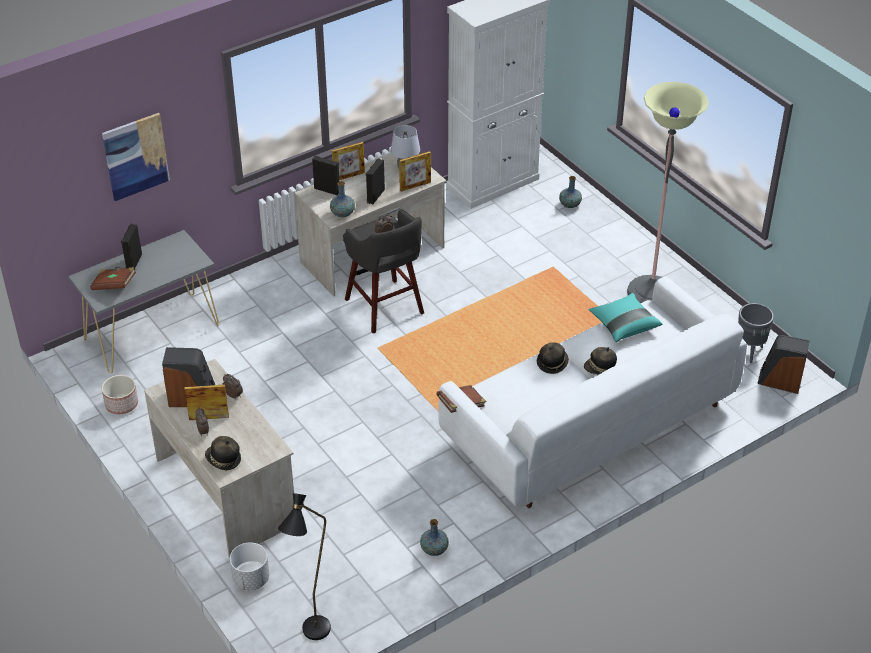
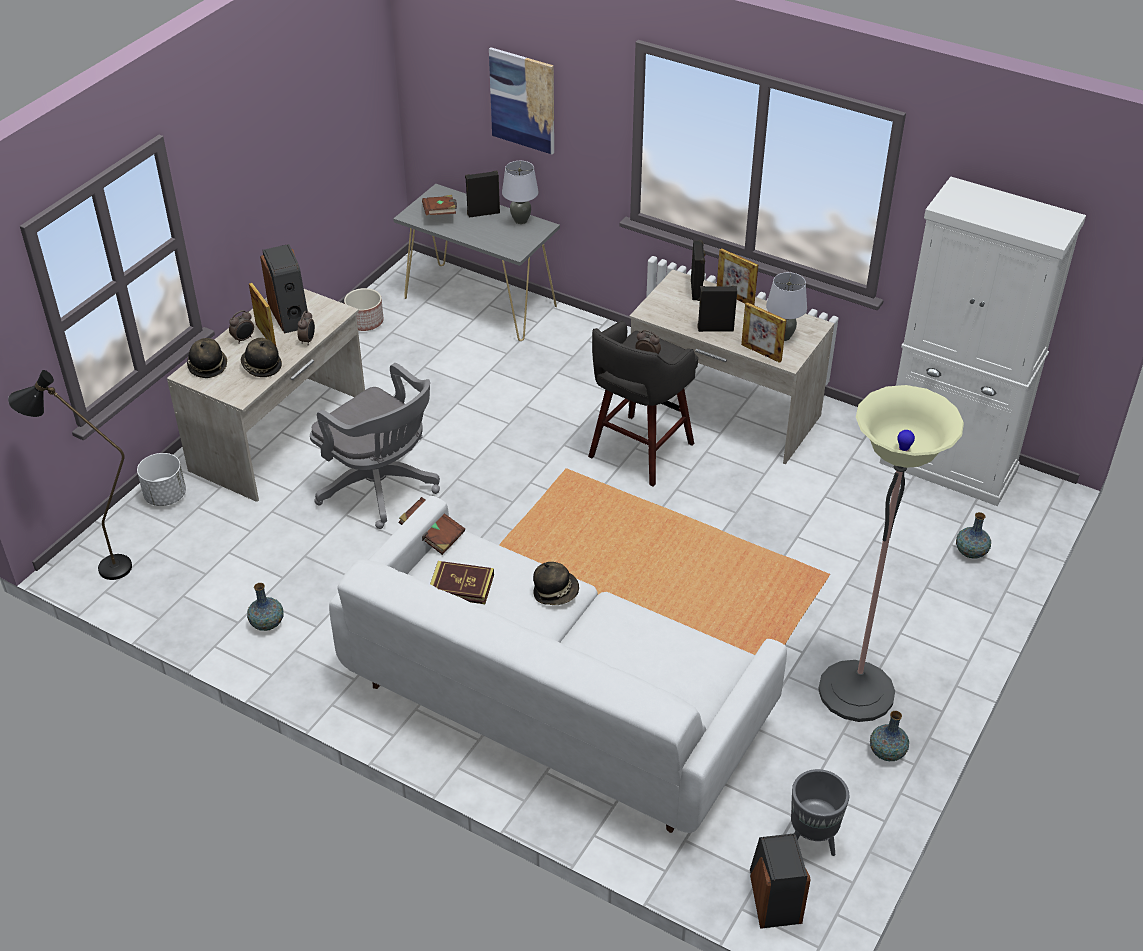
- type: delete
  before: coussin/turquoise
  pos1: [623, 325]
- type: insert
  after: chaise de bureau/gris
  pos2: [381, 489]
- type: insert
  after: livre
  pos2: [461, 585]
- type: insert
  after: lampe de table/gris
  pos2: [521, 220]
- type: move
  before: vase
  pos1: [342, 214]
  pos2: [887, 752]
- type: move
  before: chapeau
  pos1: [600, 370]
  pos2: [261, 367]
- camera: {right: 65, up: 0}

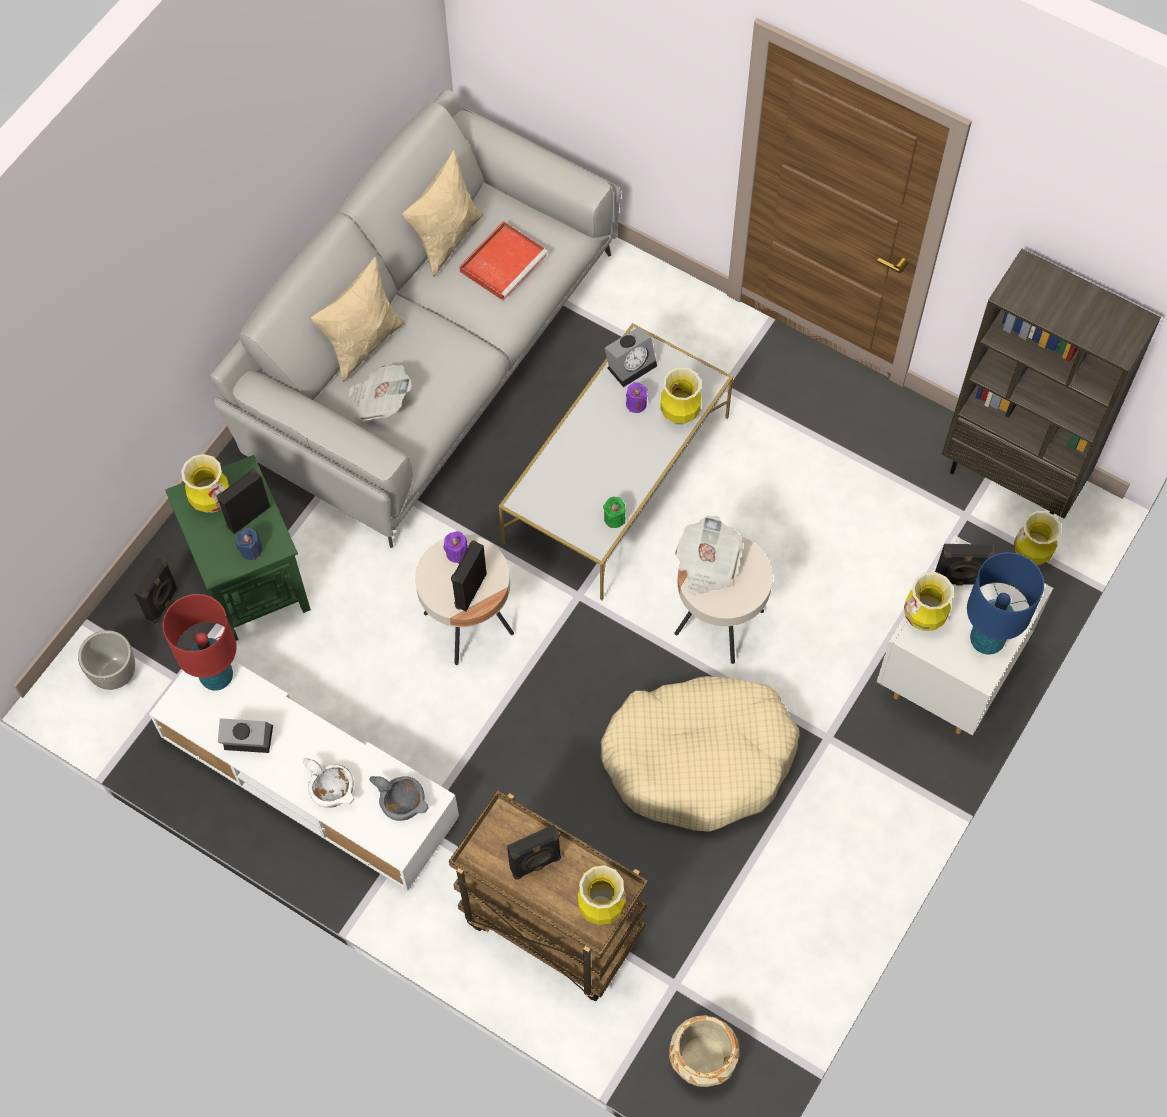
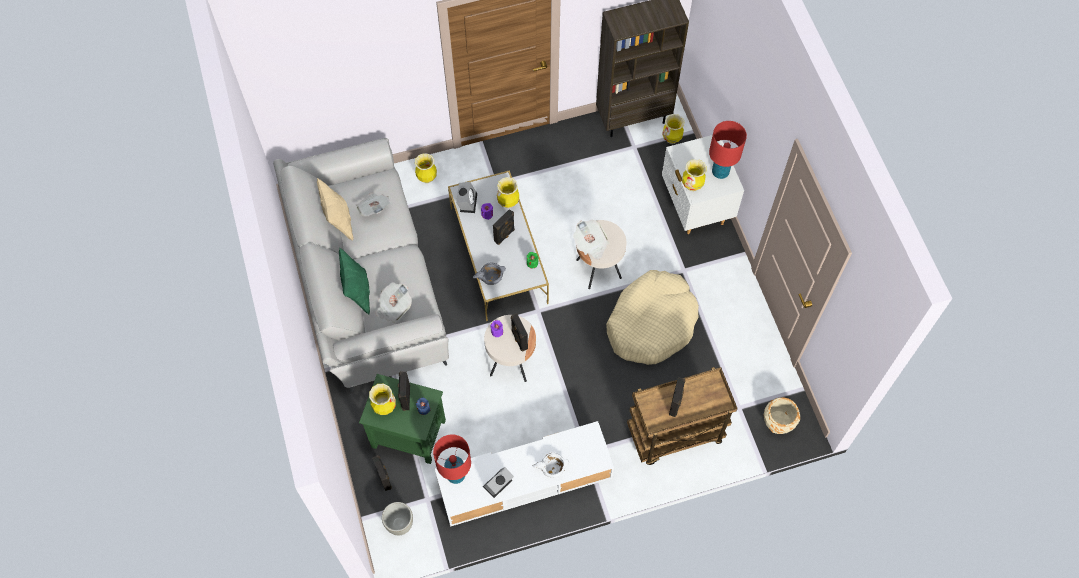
- type: move
  before: bol/gris
  pos1: [402, 802]
  pos2: [491, 277]
- type: move
  before: vase
  pos1: [601, 908]
  pos2: [427, 178]
- type: move
  before: enceinte/noir
  pos1: [958, 580]
  pos2: [504, 235]
- type: replace
  before: plateau/rouge
  after: journal
  pos1: [504, 261]
  pos2: [374, 208]
- type: recolor
  before: coussin/beige
  after: coussin/vert
  pos1: [363, 344]
  pos2: [358, 292]
- type: recolor
  before: lampe de table/bleu
  after: lampe de table/rouge
  pos1: [986, 640]
  pos2: [720, 172]
- camera: {right: -50, up: 0}

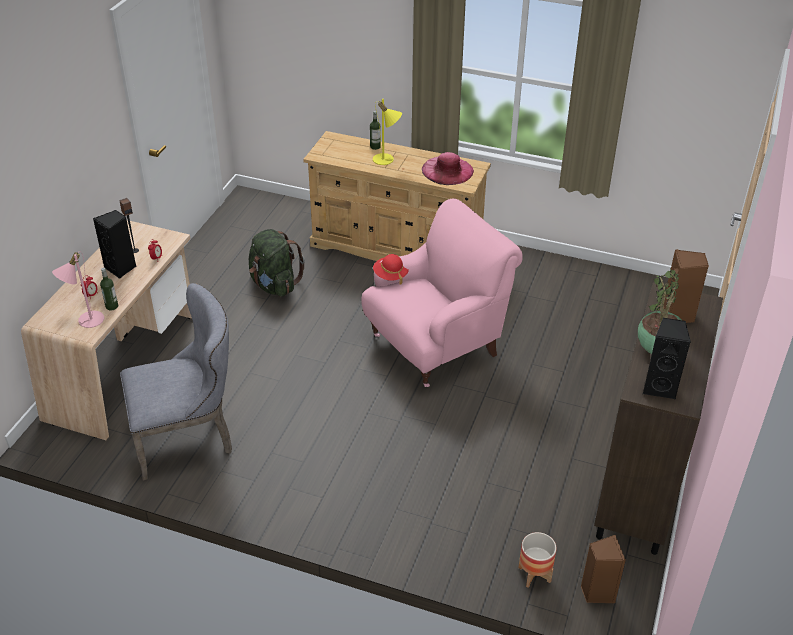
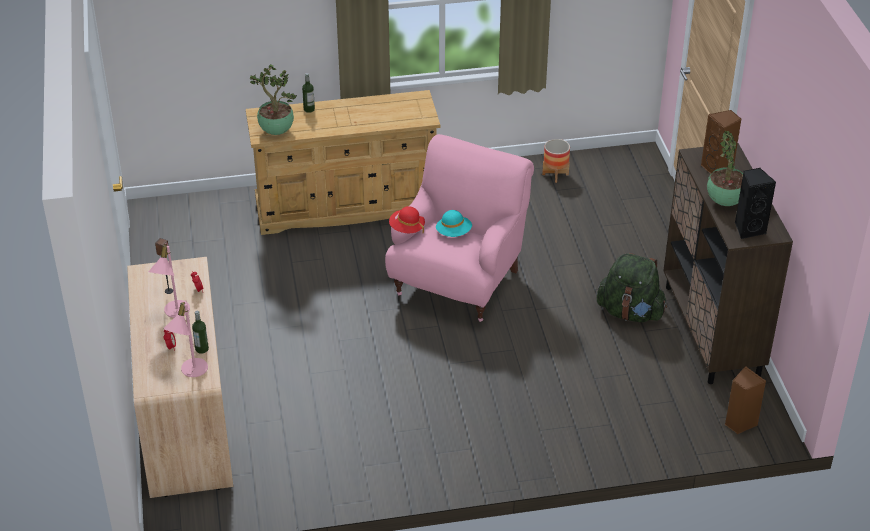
- type: delete
  before: chaise/gris
  pos1: [189, 437]
- type: delete
  before: lampe de table/jaune
  pos1: [387, 160]
- type: delete
  before: chapeau/rose
  pos1: [447, 170]
- type: insert
  after: plante en pot
  pos2: [275, 131]
- type: insert
  after: chapeau/turquoise
  pos2: [454, 233]
- type: move
  before: sac à dos/vert
  pos1: [274, 285]
  pos2: [630, 312]
- type: move
  before: cache-pot
  pos1: [534, 574]
  pos2: [555, 174]
- type: replace
  before: enceinte/noir
  after: lampe de table/rose
  pos1: [121, 268]
  pos2: [173, 312]
- camera: {right: -30, up: 0}

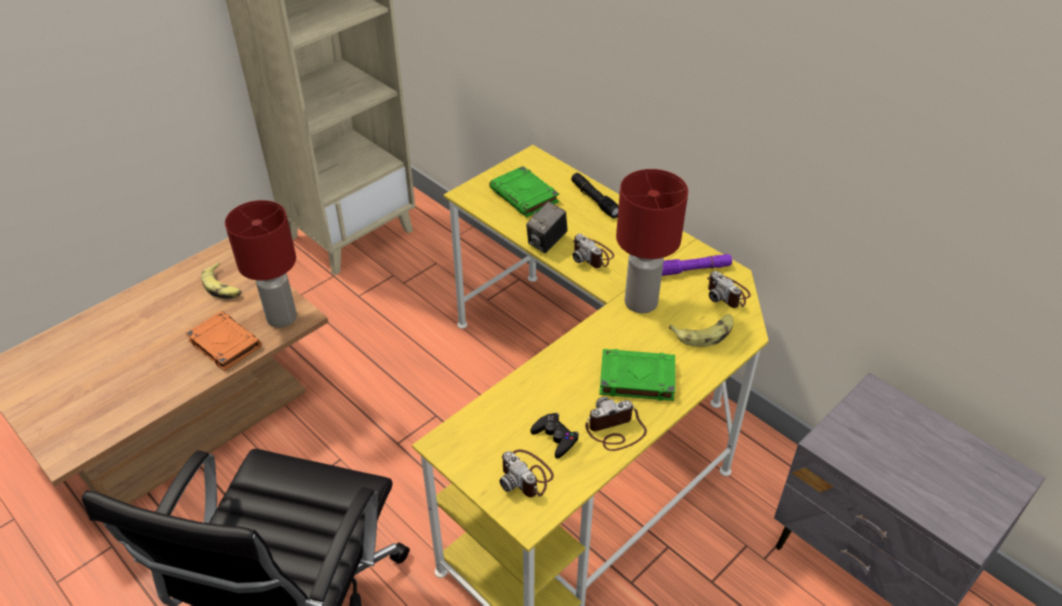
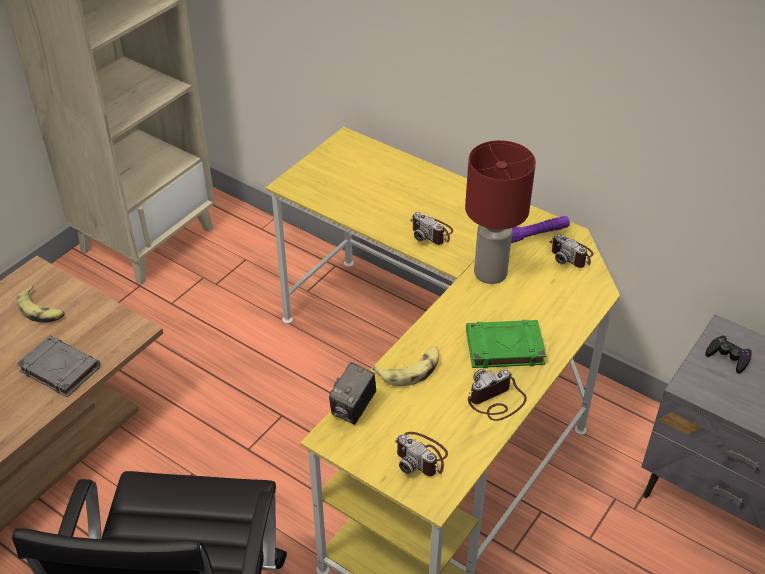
- type: delete
  before: lampe de table/rouge
  pos1: [282, 317]
- type: delete
  before: livre/vert
  pos1: [525, 196]
- type: delete
  before: lampe de poche/noir
  pos1: [594, 200]
- type: move
  before: appareil photo
  pos1: [547, 242]
  pos2: [353, 408]
- type: move
  before: manette/noir
  pos1: [555, 438]
  pos2: [728, 357]
- type: move
  before: banane
  pos1: [704, 333]
  pos2: [410, 370]
- type: recolor
  before: livre/orange
  after: livre/gris
  pos1: [224, 344]
  pos2: [59, 369]
- camera: {right: -10, up: 0}

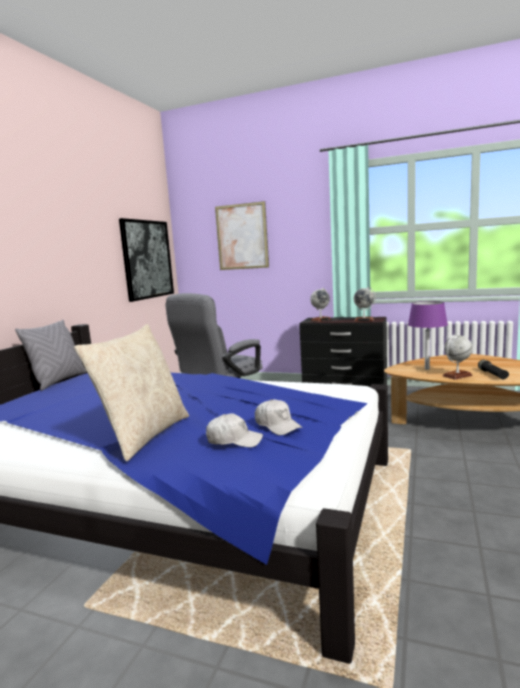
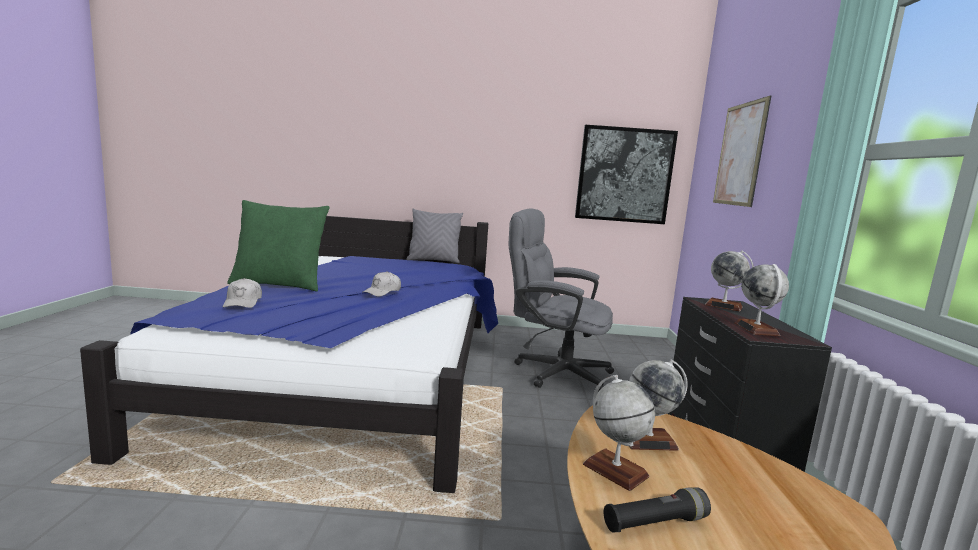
- type: move
  before: casquette/blanc
  pos1: [277, 425]
  pos2: [382, 292]
- type: replace
  before: lampe de table/violet
  after: globe
  pos1: [427, 369]
  pos2: [648, 440]
- type: recolor
  before: coussin/beige
  after: coussin/vert
  pos1: [144, 435]
  pos2: [279, 285]
- camera: {right: 70, up: 0}

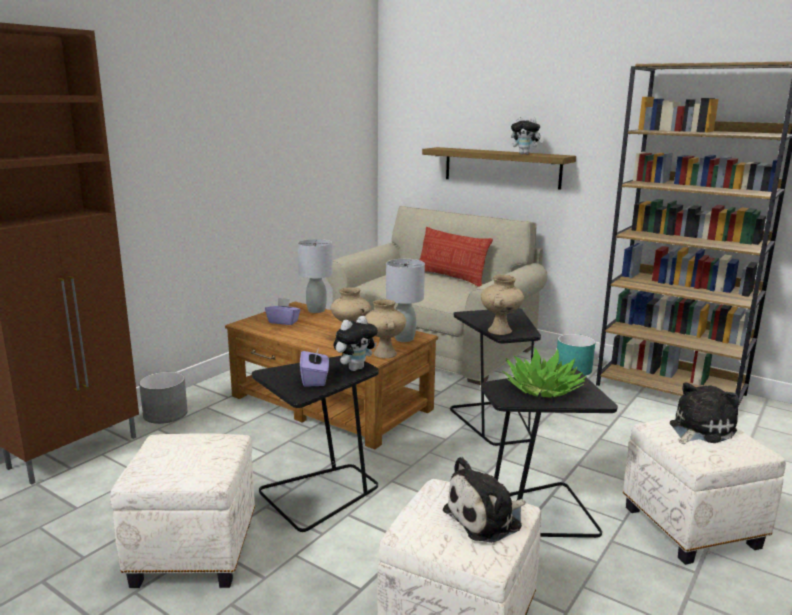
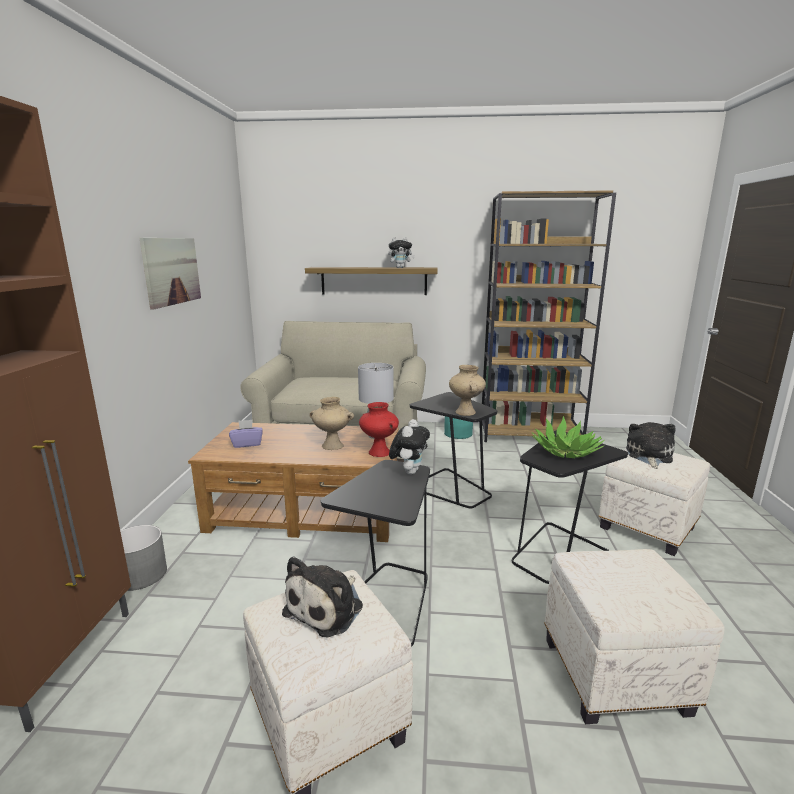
- type: delete
  before: lampe de table/gris
  pos1: [316, 310]
- type: delete
  before: boîte à mouchoirs/violet
  pos1: [315, 379]
- type: delete
  before: coussin
  pos1: [450, 277]
- type: insert
  after: tableau
  pos2: [172, 271]
- type: move
  before: peluche
  pos1: [486, 518]
  pos2: [327, 608]
- type: recolor
  before: vase/beige
  after: vase/rouge
  pos1: [384, 353]
  pos2: [378, 452]
- camera: {right: -30, up: 0}

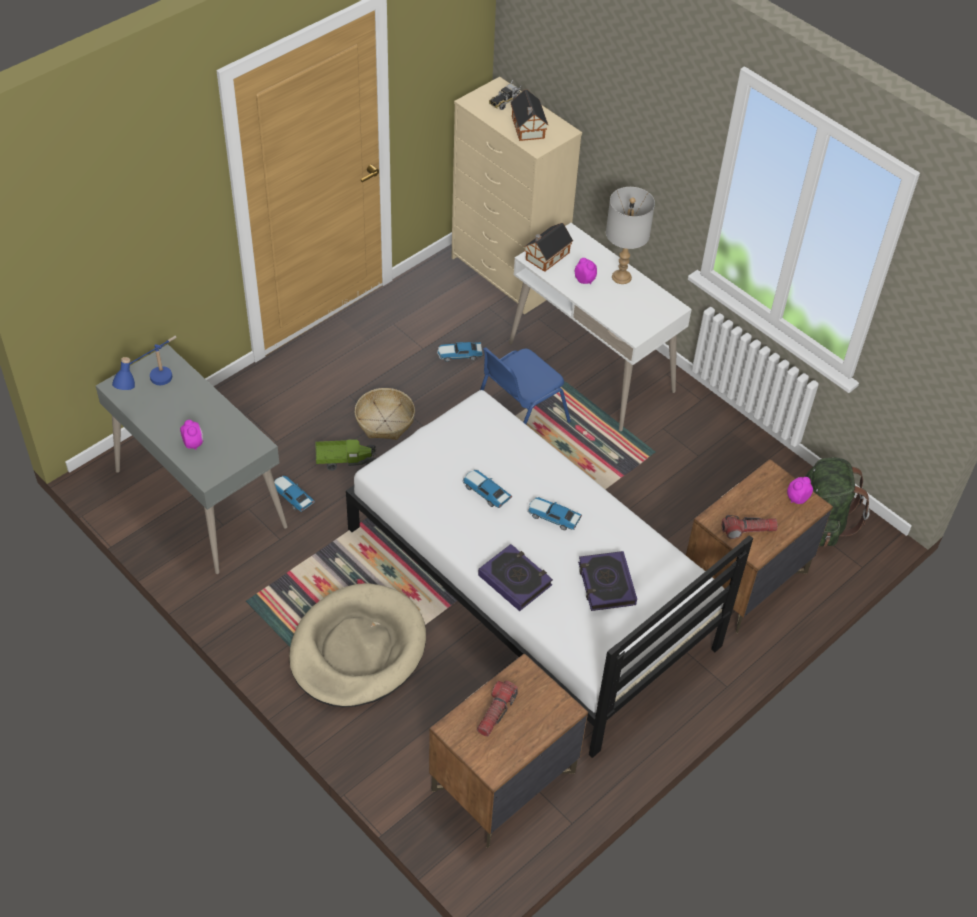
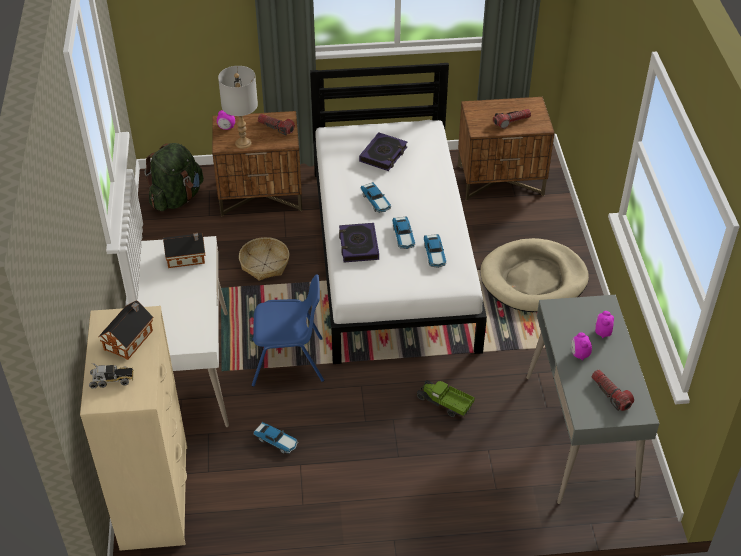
- type: move
  before: petite voiture
  pos1: [292, 496]
  pos2: [434, 255]
- type: move
  before: panier
  pos1: [384, 420]
  pos2: [264, 264]
- type: move
  before: livre
  pos1: [515, 580]
  pos2: [358, 245]
- type: move
  before: maison miniature
  pos1: [546, 257]
  pos2: [187, 257]
- type: move
  before: réveil
  pos1: [585, 280]
  pos2: [579, 354]
- type: move
  before: lampe de table/gris
  pos1: [621, 277]
  pos2: [243, 143]
- type: replace
  before: lampe de table/bleu
  after: lampe de poche
  pos1: [152, 388]
  pos2: [610, 394]
- camera: {right: -140, up: -5}

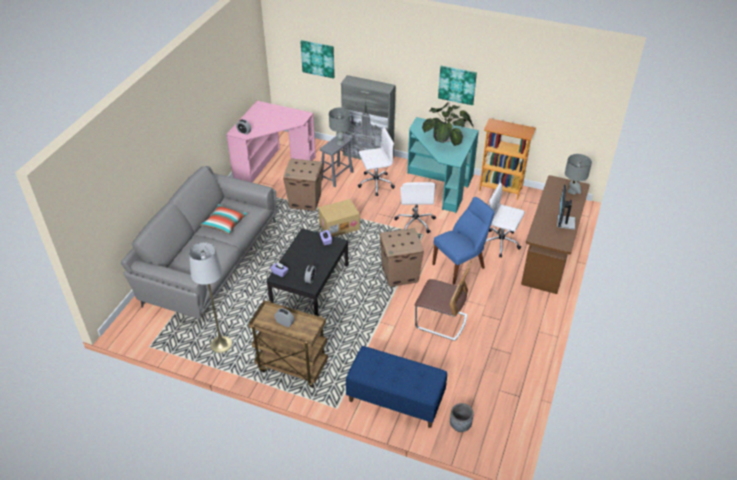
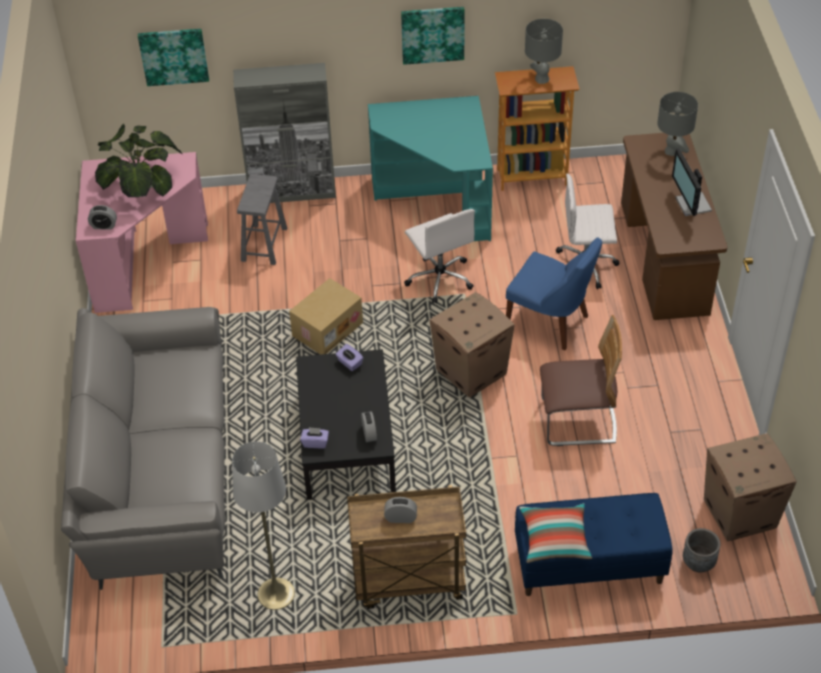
- type: delete
  before: chaise de bureau/blanc
  pos1: [375, 184]
- type: move
  before: coussin
  pos1: [224, 224]
  pos2: [555, 539]
- type: move
  before: carton
  pos1: [305, 201]
  pos2: [741, 513]
- type: move
  before: lampe de table/gris
  pos1: [340, 142]
  pos2: [541, 79]
- type: move
  before: plante en pot
  pos1: [446, 138]
  pos2: [141, 184]
- type: rotate
  before: chaise/bleu
  pos1: [460, 265]
  pos2: [550, 323]
  turn: 90
- camera: {right: -25, up: 5}

